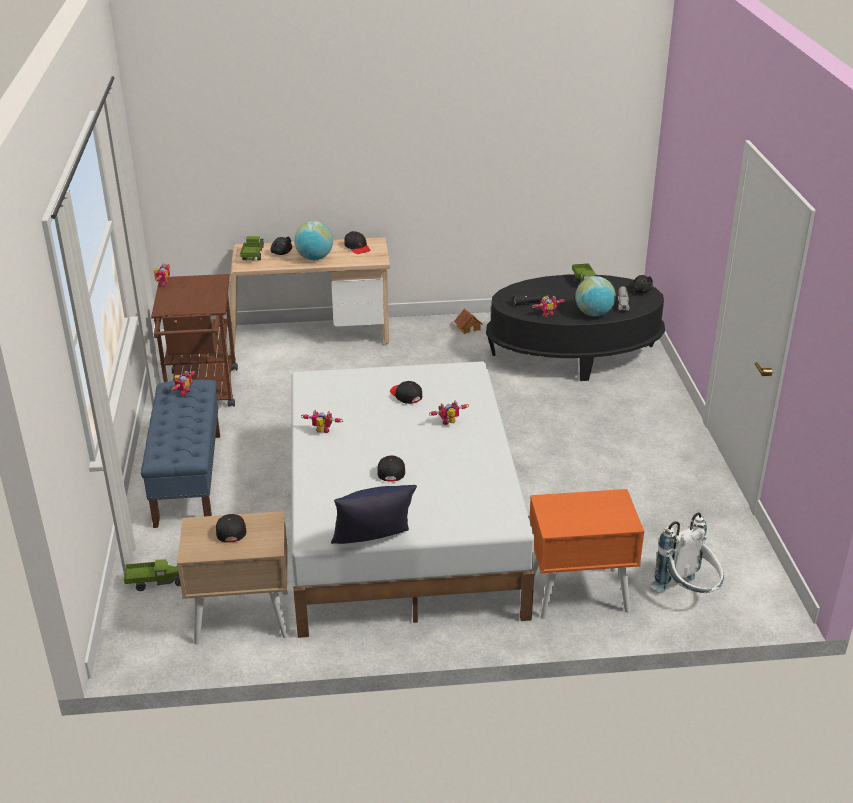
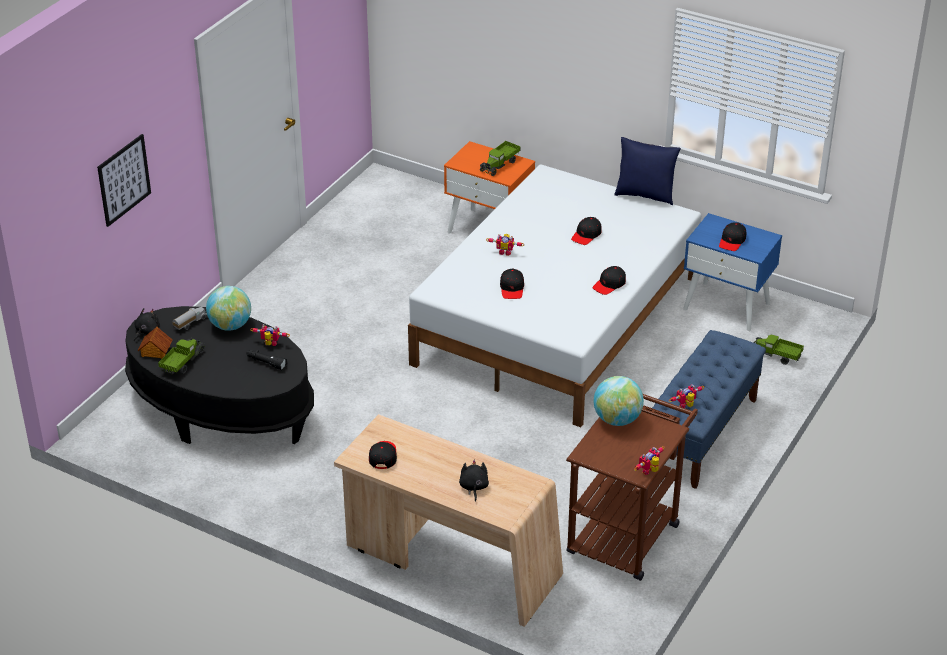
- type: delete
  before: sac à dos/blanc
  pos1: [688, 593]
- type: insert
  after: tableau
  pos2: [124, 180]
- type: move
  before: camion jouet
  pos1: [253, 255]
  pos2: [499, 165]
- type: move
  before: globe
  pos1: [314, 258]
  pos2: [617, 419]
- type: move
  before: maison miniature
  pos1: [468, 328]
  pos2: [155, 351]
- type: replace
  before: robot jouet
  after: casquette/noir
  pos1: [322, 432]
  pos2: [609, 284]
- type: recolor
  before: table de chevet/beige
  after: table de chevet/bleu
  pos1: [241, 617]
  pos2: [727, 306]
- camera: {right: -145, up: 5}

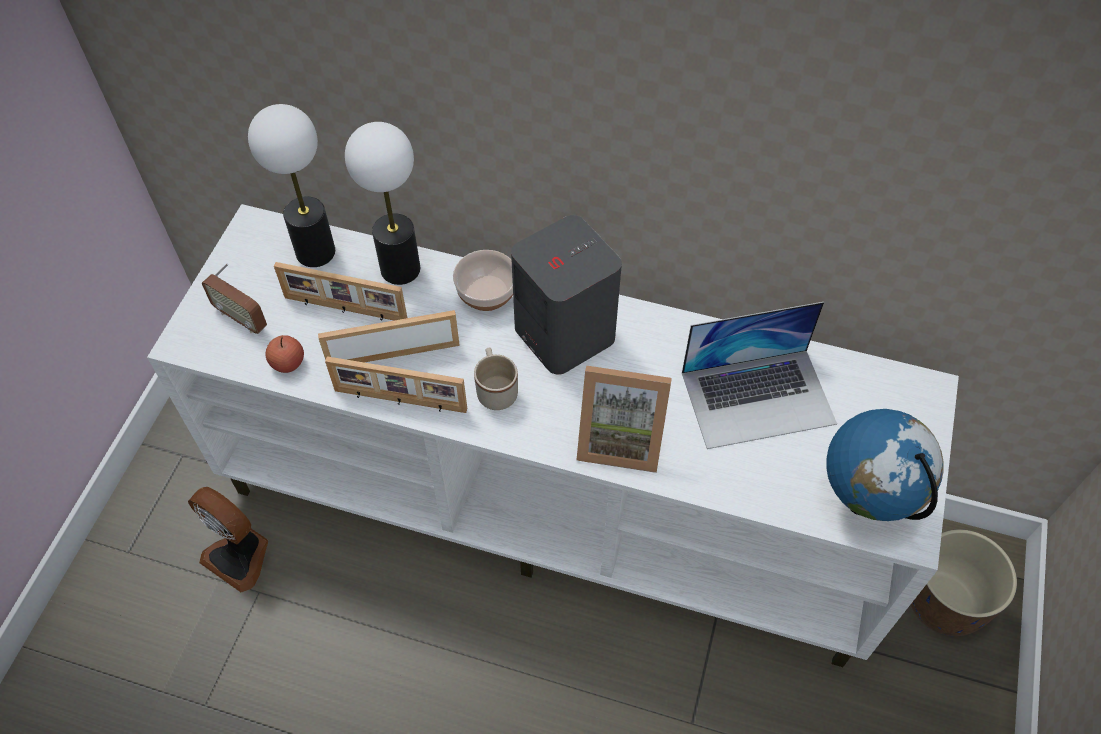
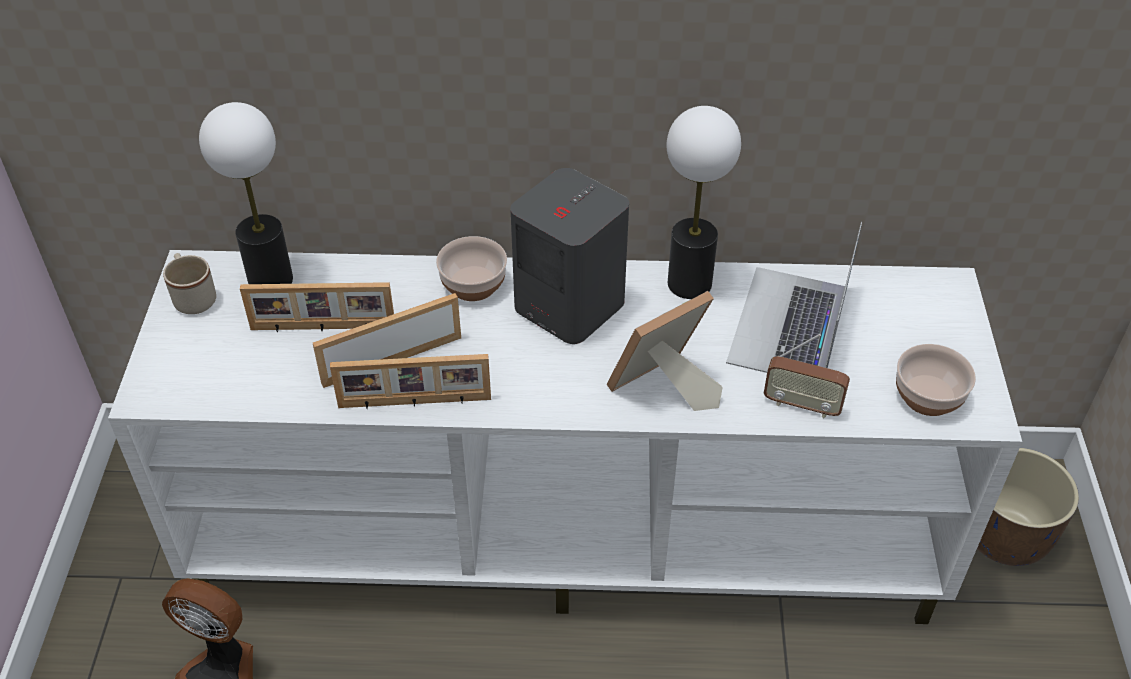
- type: delete
  before: pomme
  pos1: [288, 363]
- type: move
  before: radio
  pos1: [241, 318]
  pos2: [802, 405]
- type: move
  before: lampe de table
  pos1: [399, 269]
  pos2: [688, 283]
- type: move
  before: mug/beige
  pos1: [496, 389]
  pos2: [193, 297]
- type: replace
  before: globe
  after: bol
  pos1: [863, 501]
  pos2: [928, 395]
- type: rotate
  before: cadre photo
  pos1: [620, 438]
  pos2: [663, 390]
  turn: 150
- type: rotate
  before: ordinateur portable
  pos1: [758, 397]
  pos2: [789, 325]
  turn: 135
- camera: {right: -15, up: -10}

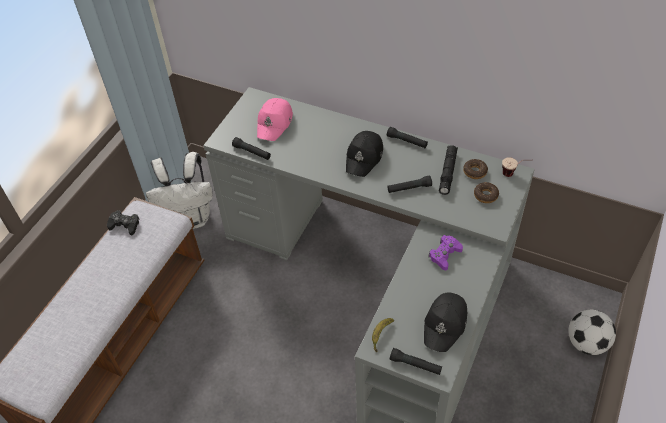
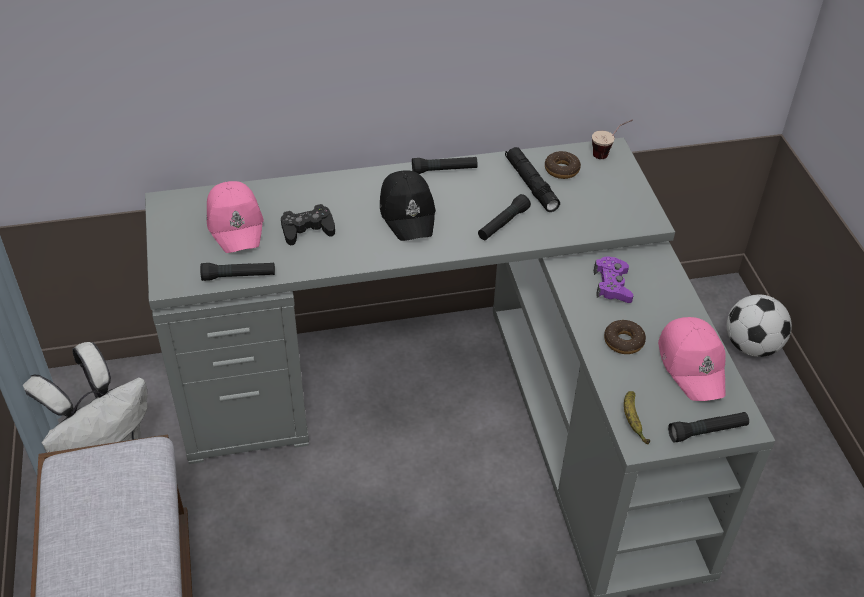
- type: move
  before: manette/noir
  pos1: [124, 225]
  pos2: [307, 230]
- type: move
  before: beignet
  pos1: [485, 195]
  pos2: [623, 341]
- type: recolor
  before: casquette/noir
  after: casquette/rose
  pos1: [445, 324]
  pos2: [693, 364]
- camera: {right: -40, up: -5}

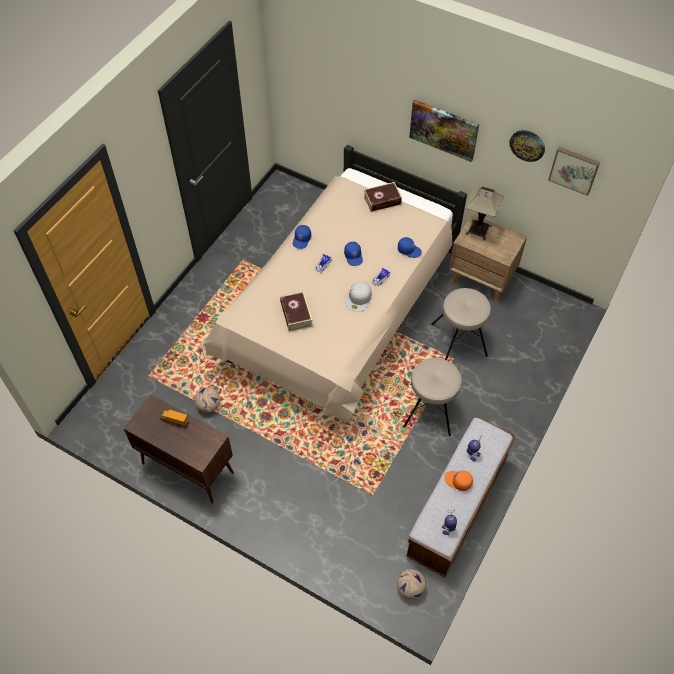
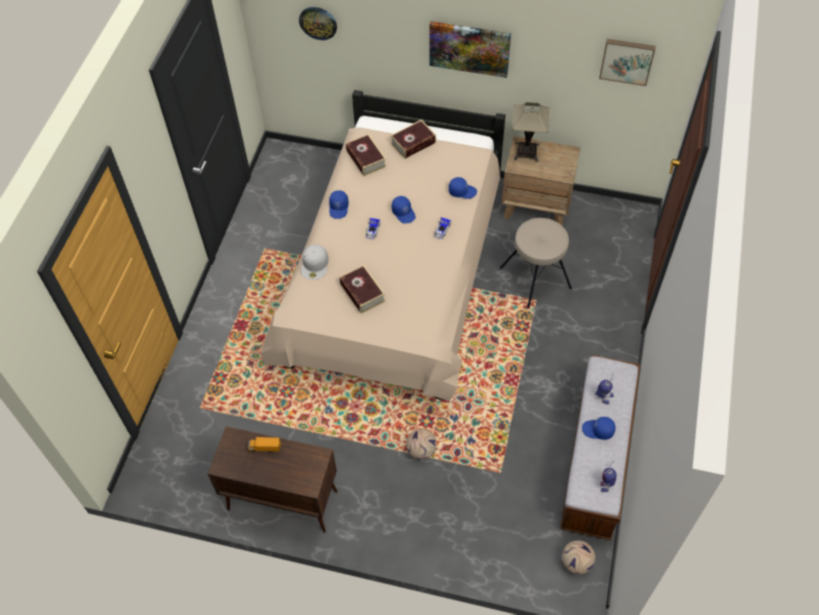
- type: delete
  before: tabouret/beige
  pos1: [430, 409]
- type: insert
  after: livre
  pos2: [366, 159]
- type: move
  before: ballon de foot
  pos1: [209, 405]
  pos2: [421, 450]
- type: move
  before: casquette/blanc
  pos1: [359, 298]
  pos2: [315, 264]
- type: move
  before: horloge murale
  pos1: [527, 145]
  pos2: [318, 22]
- type: recolor
  before: casquette/orange
  after: casquette/bleu
  pos1: [458, 481]
  pos2: [598, 430]
- camera: {right: -15, up: 0}

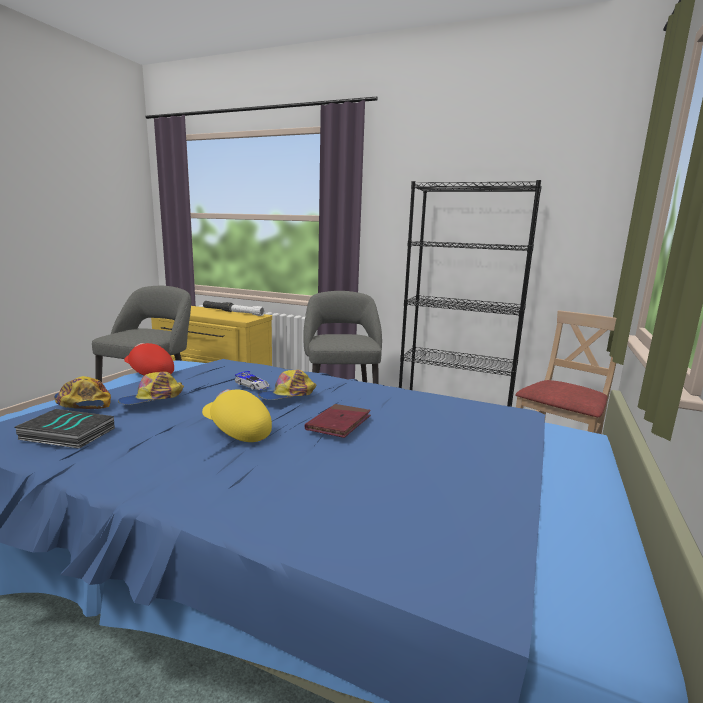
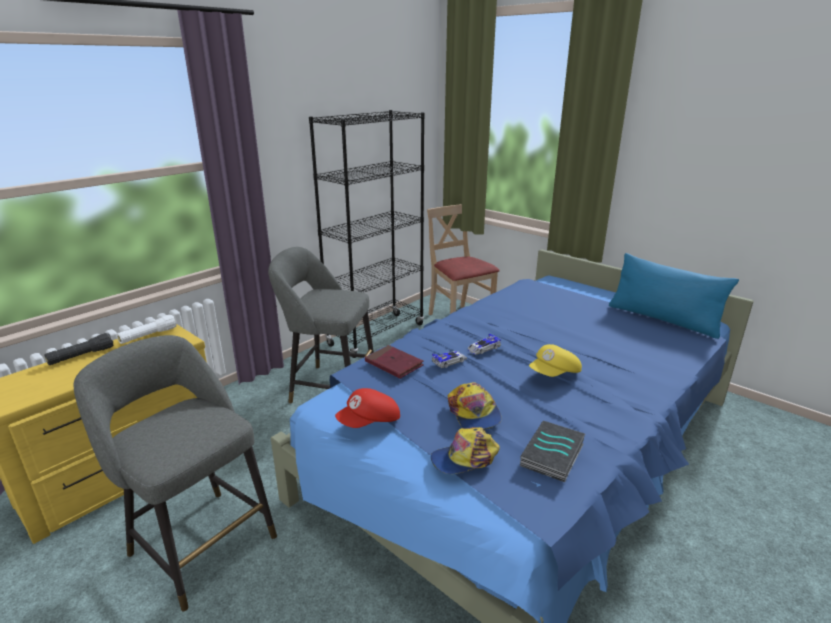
- type: insert
  after: coussin/bleu
  pos2: [663, 319]
- type: move
  before: livre/rouge
  pos1: [339, 423]
  pos2: [394, 364]
- type: replace
  before: casquette
  after: petite voiture
  pos1: [287, 396]
  pos2: [483, 348]
- camera: {right: -70, up: 10}

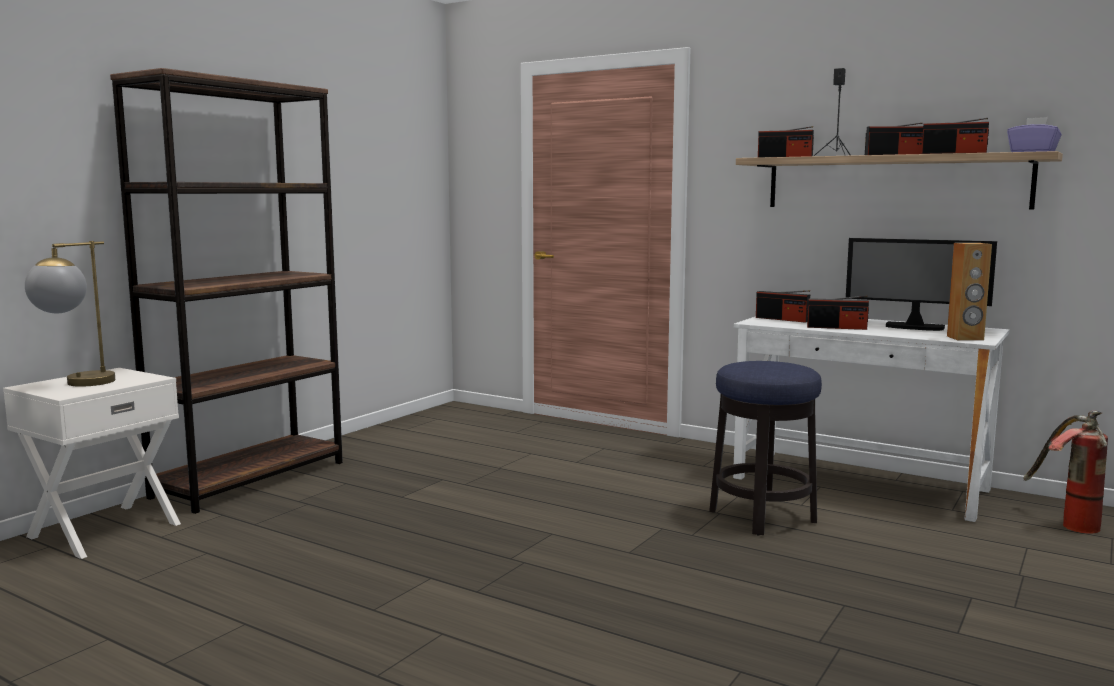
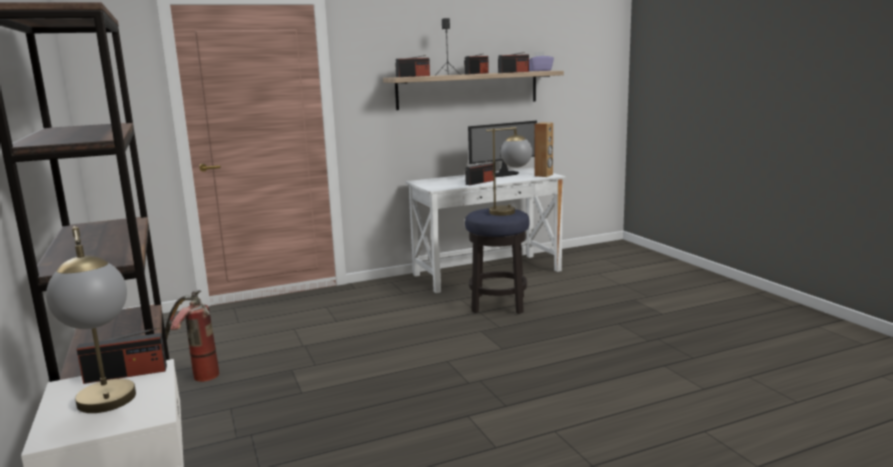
- type: insert
  after: lampe de table
  pos2: [510, 211]
- type: move
  before: radio
  pos1: [782, 319]
  pos2: [126, 374]
- type: move
  before: extincteur
  pos1: [1066, 523]
  pos2: [195, 376]
- camera: {right: -55, up: 5}

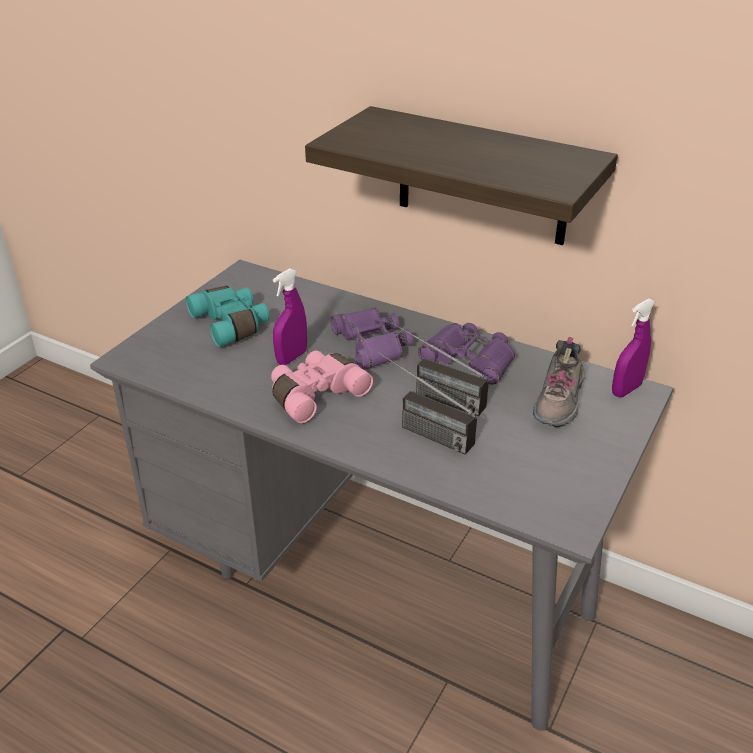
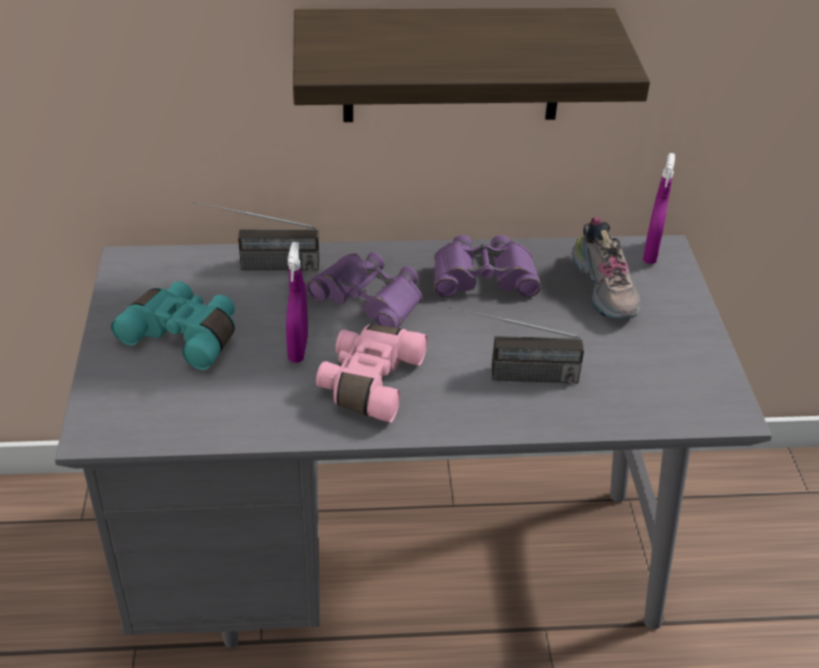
- type: move
  before: radio
  pos1: [432, 395]
  pos2: [259, 266]
- camera: {right: -35, up: 5}

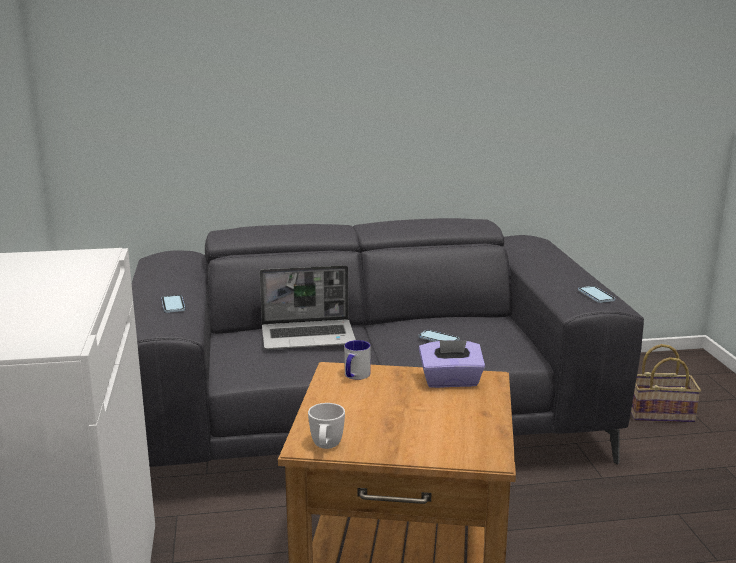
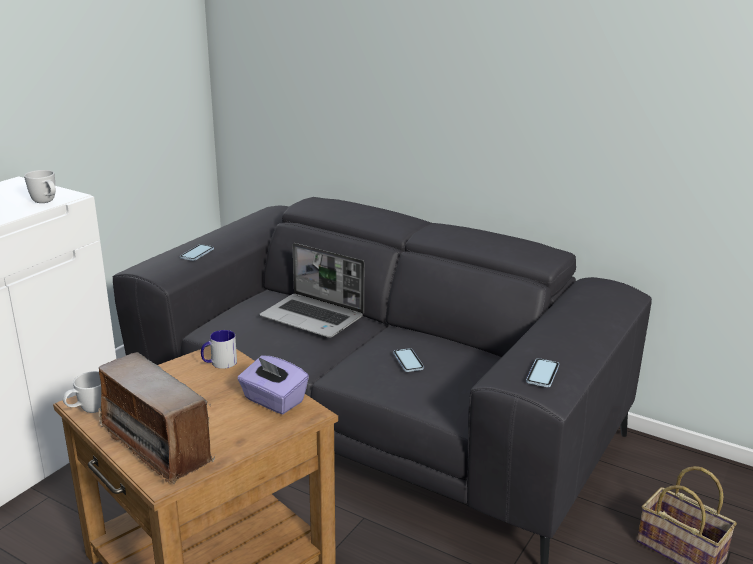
- type: insert
  after: mug/blanc
  pos2: [46, 202]
- type: insert
  after: radio
  pos2: [158, 444]
- camera: {right: 40, up: 5}

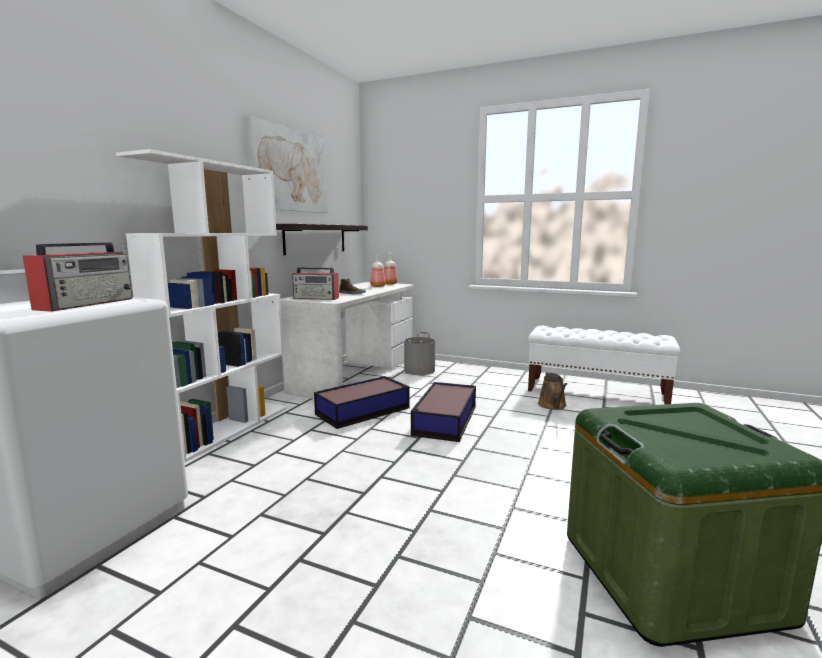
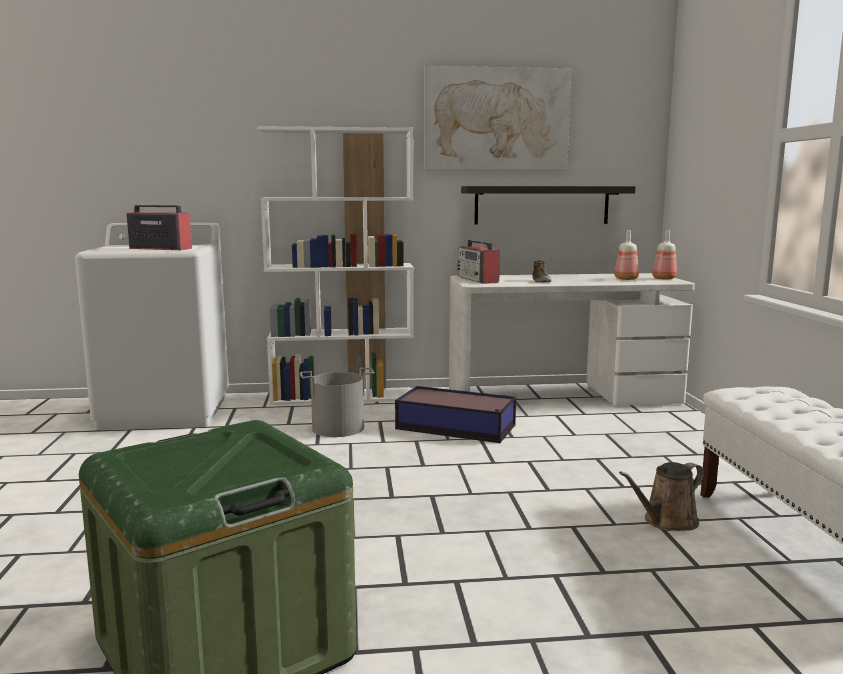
- type: delete
  before: boîte de rangement
  pos1: [444, 421]
- type: move
  before: seau/gris
  pos1: [420, 370]
  pos2: [338, 428]
- type: rotate
  before: radio
  pos1: [87, 304]
  pos2: [160, 248]
  turn: -150
- camera: {right: 60, up: 0}

